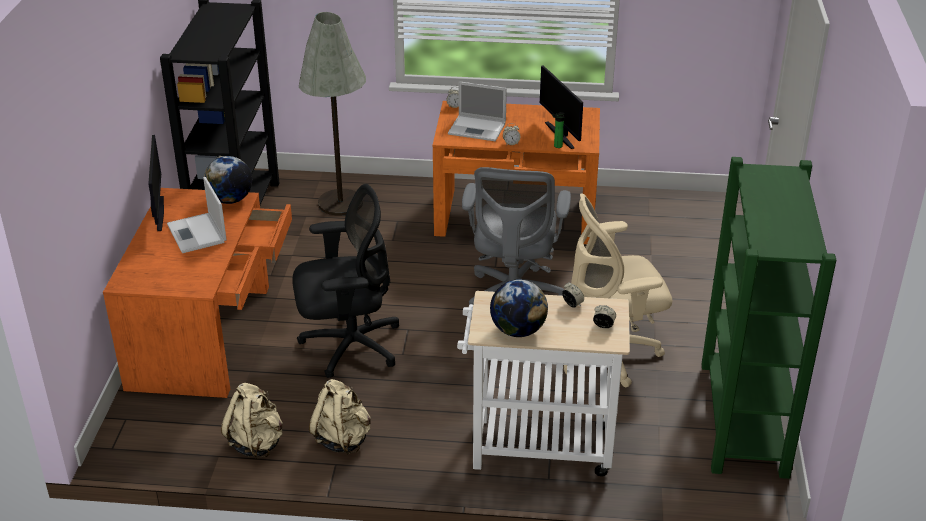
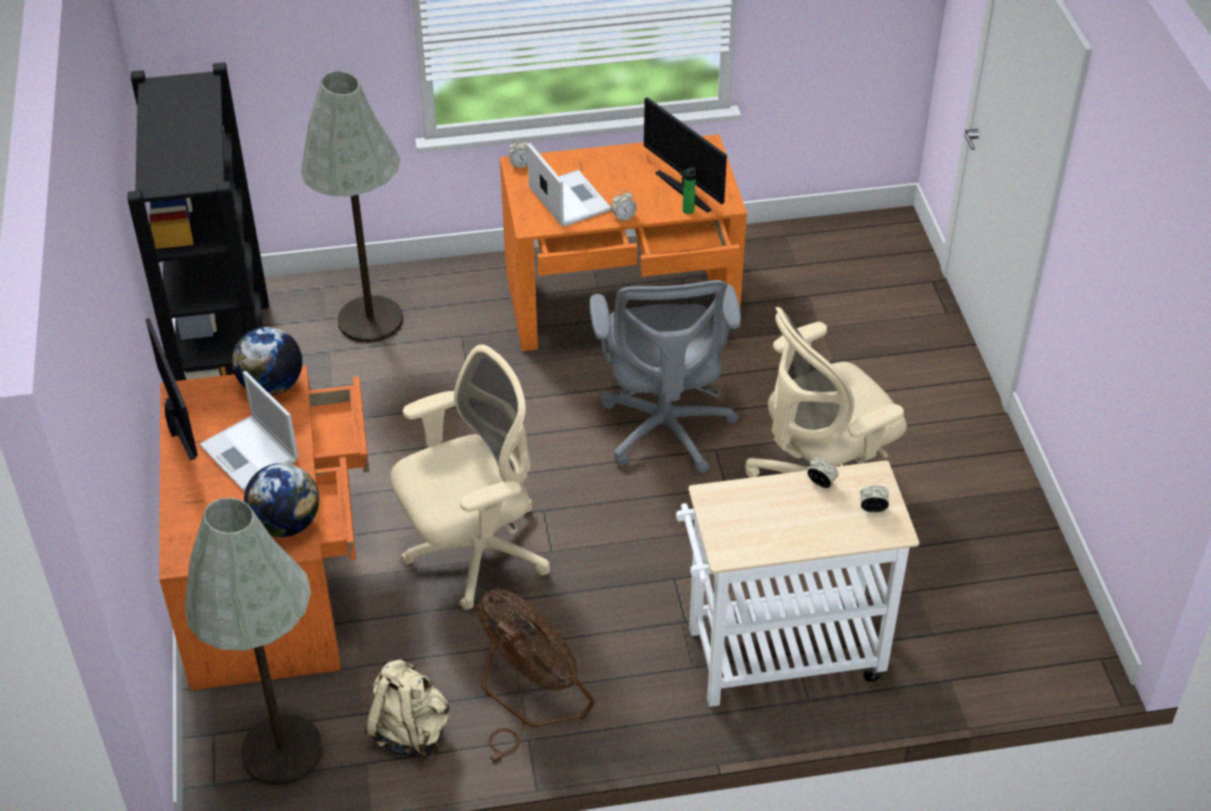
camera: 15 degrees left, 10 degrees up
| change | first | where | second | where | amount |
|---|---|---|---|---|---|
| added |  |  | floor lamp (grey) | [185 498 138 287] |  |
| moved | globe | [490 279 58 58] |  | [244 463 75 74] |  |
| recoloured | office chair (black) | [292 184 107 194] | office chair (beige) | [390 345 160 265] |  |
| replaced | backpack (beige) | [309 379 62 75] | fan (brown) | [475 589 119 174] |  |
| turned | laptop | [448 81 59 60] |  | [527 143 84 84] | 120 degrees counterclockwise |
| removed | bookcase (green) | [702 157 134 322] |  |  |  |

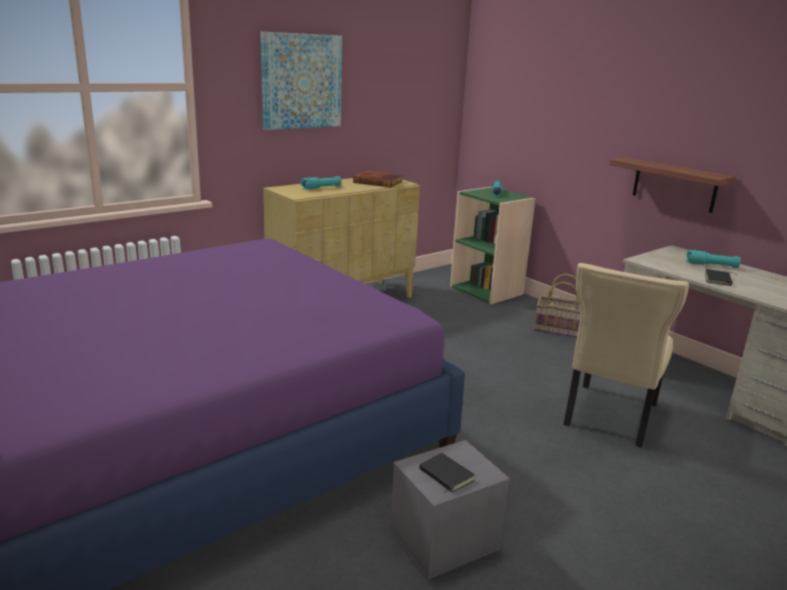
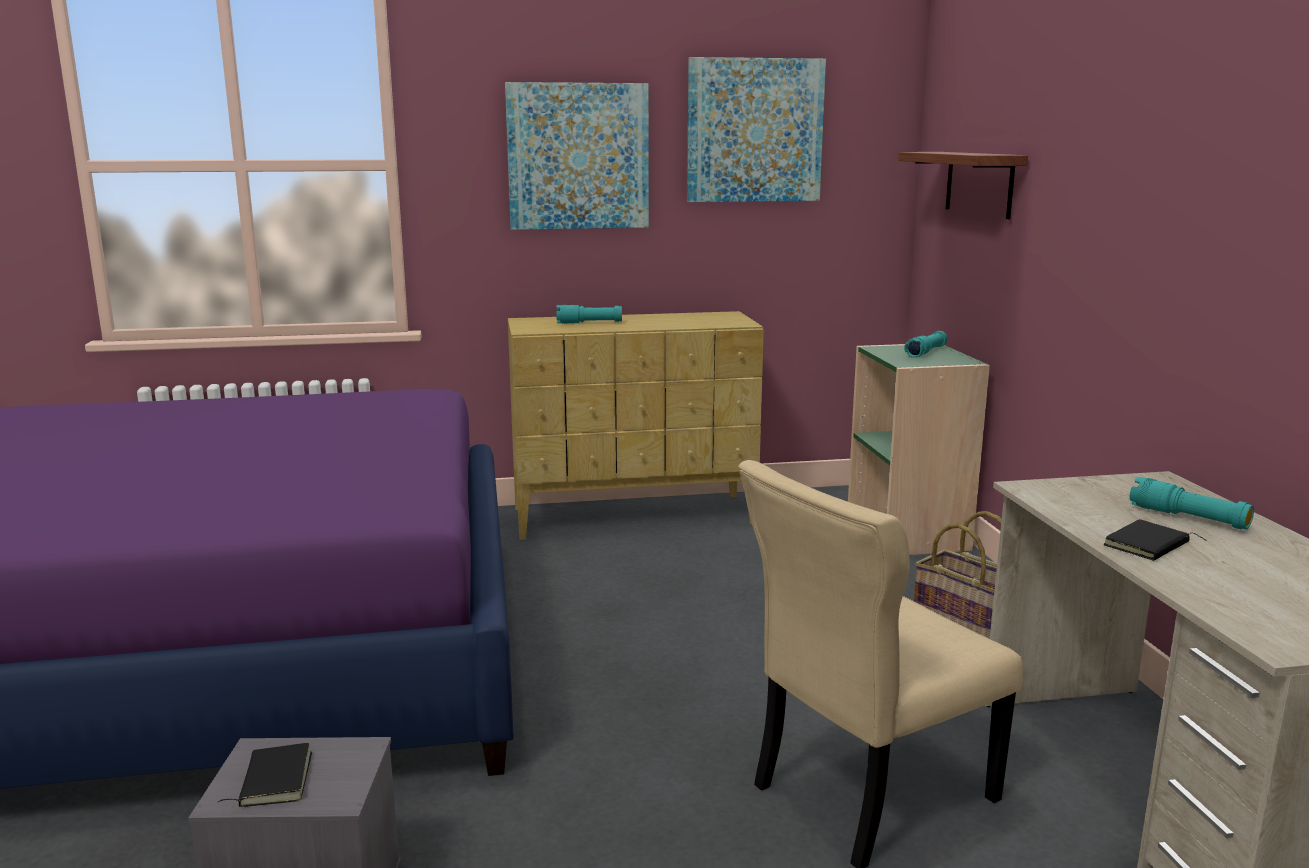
camera: 30 degrees right, 5 degrees down
| change | first | where | second | where | amount |
|---|---|---|---|---|---|
| added |  |  | picture | [687 57 139 145] |  |
| moved | shelf | [609 157 127 56] |  | [898 152 130 67] |  |
| removed | book | [353 171 50 17] |  |  |  |

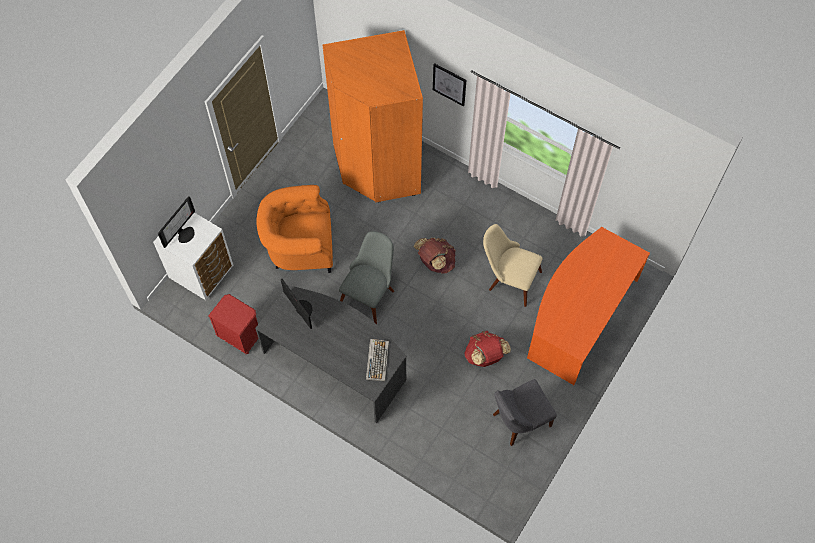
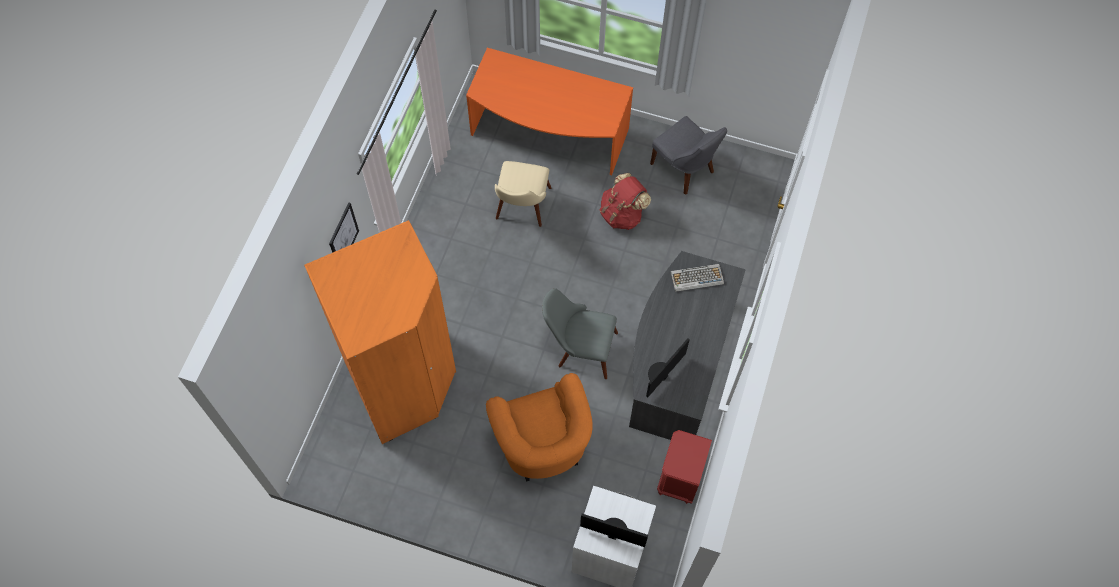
camera: 105 degrees left, 0 degrees up
| change | first | where | second | where | amount |
|---|---|---|---|---|---|
| removed | backpack (brown) | [413 238 43 36] |  |  |  |

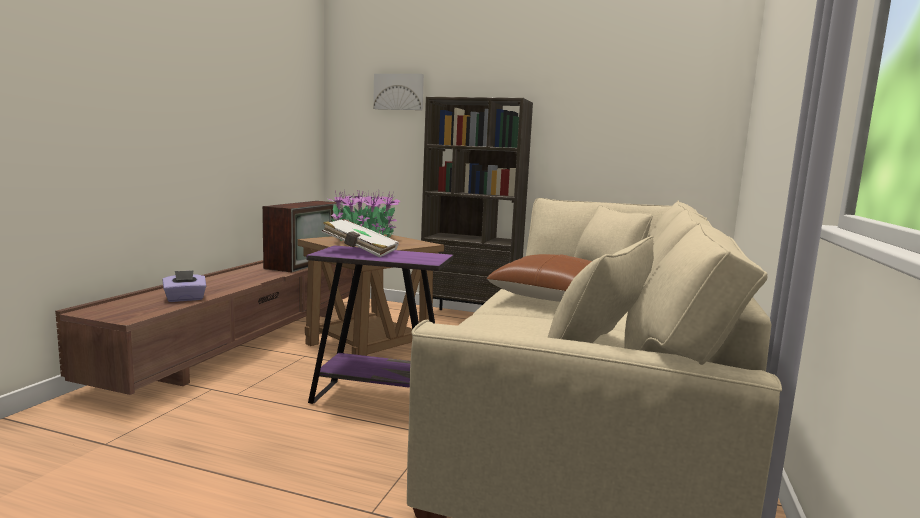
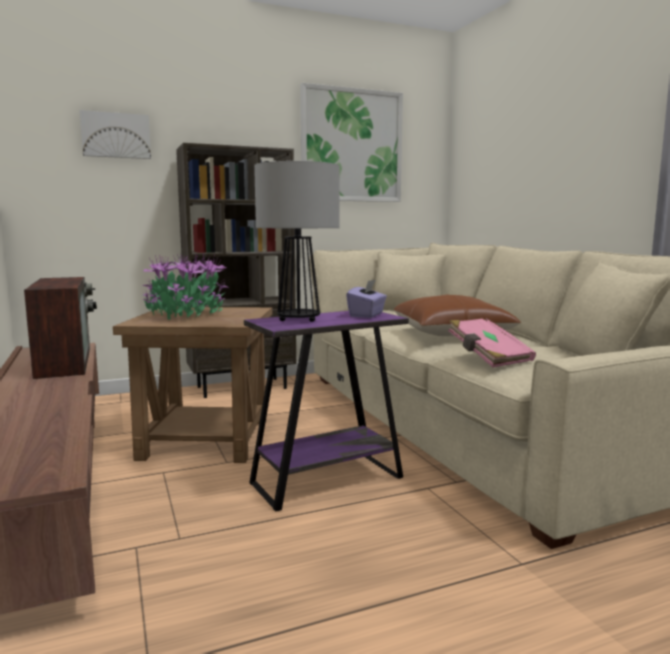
camera: 40 degrees left, 0 degrees up
| change | first | where | second | where | amount |
|---|---|---|---|---|---|
| replaced | book (white) | [322 219 77 38] | table lamp | [254 161 86 161] |  |
| added |  |  | picture | [300 83 103 119] |  |
| moved | tissue box (purple) | [163 270 43 32] |  | [346 279 41 39] |  |
| added |  |  | book (pink) | [448 318 88 49] |  |

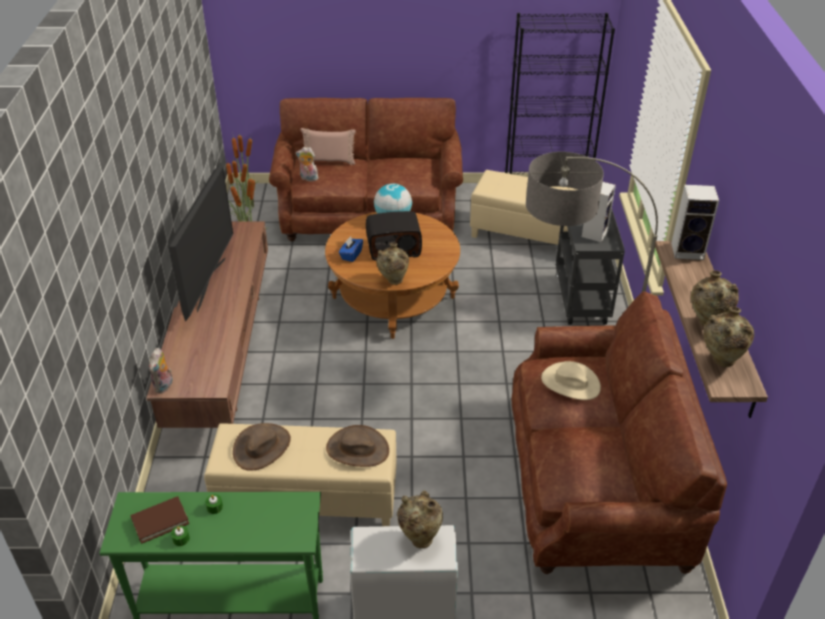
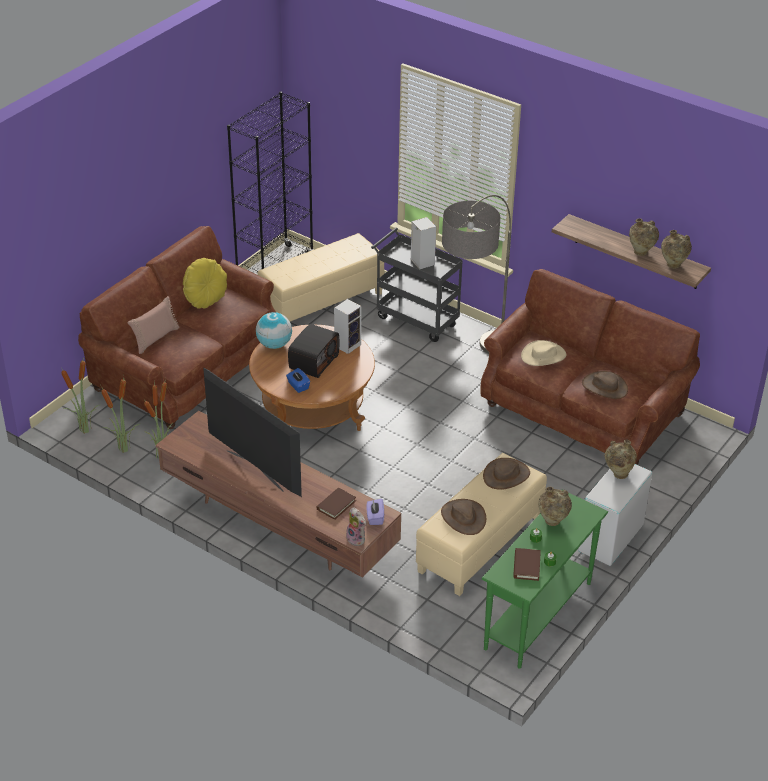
camera: 55 degrees left, 0 degrees up
| change | first | where | second | where | amount |
|---|---|---|---|---|---|
| added |  |  | pillow (yellow) | [183 258 44 51] |  |
| added |  |  | book (brown) | [316 488 40 32] |  |
| moved | speaker | [671 185 48 75] |  | [334 299 27 55] |  |
| added |  |  | tissue box (purple) | [367 499 17 26] |  |
| moved | vase (beige) | [376 242 33 43] |  | [538 487 34 39] |  |
| added |  |  | hat (brown) | [582 371 46 28] |  |
| removed | plush toy | [296 147 23 35] |  |  |  |

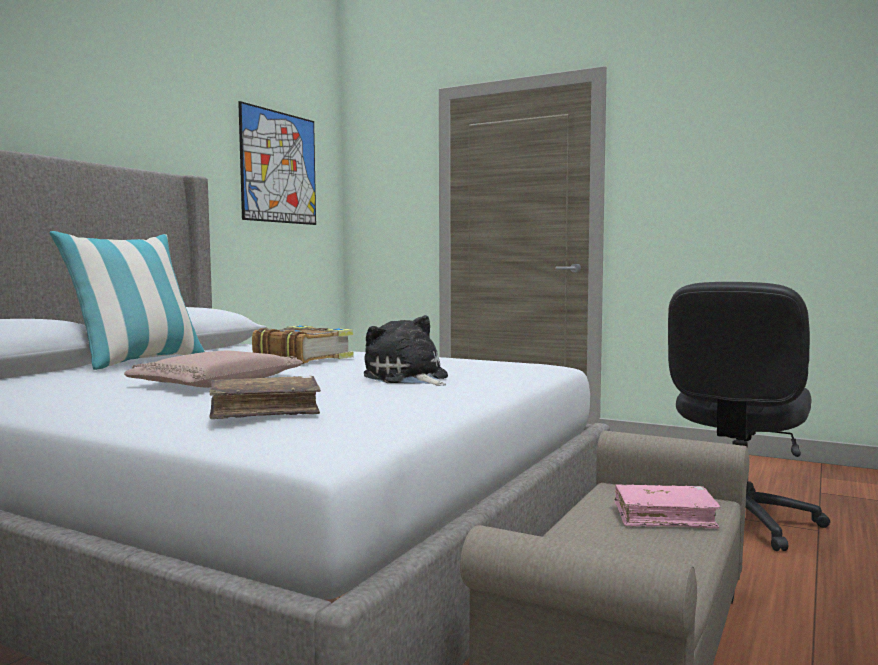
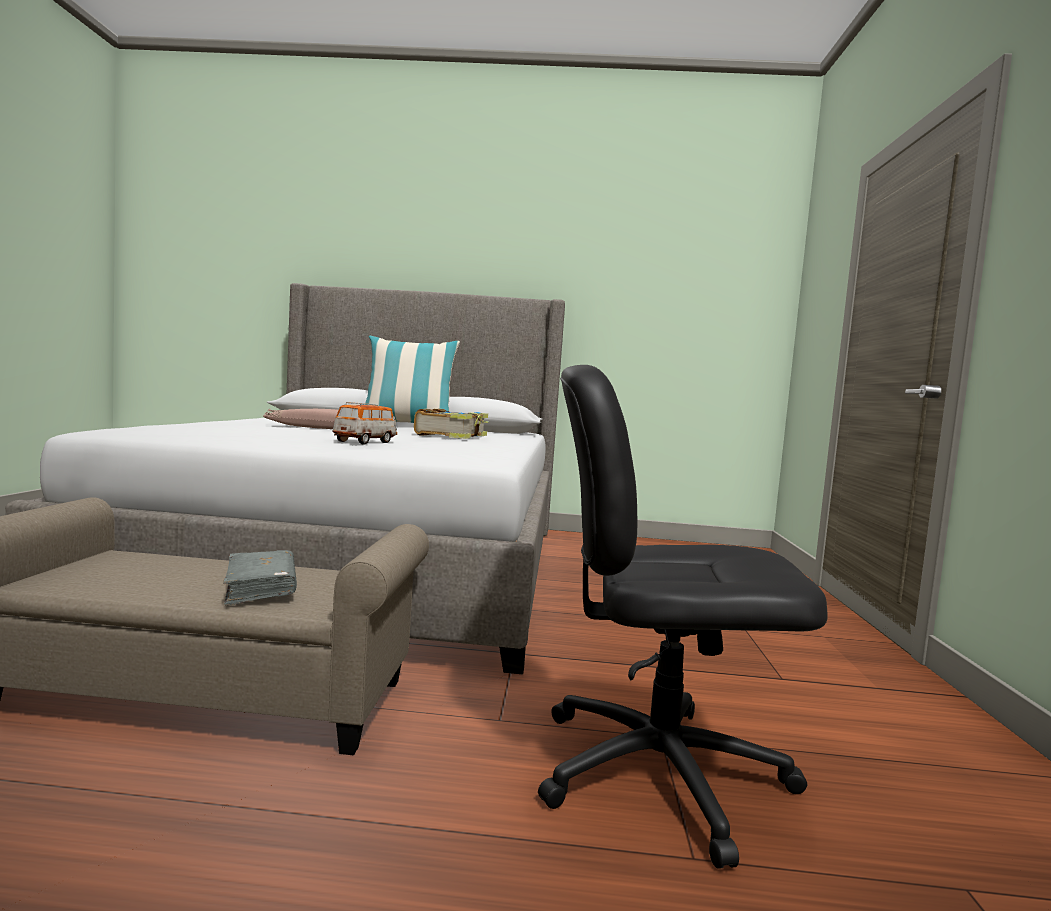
camera: 65 degrees right, 0 degrees up
| change | first | where | second | where | amount |
|---|---|---|---|---|---|
| recoloured | book (pink) | [614 484 107 45] | book (grey) | [224 550 73 56] |  |
| replaced | plush toy | [364 315 84 71] | toy car | [332 402 65 43] |  |
| removed | book (brown) | [209 376 112 43] |  |  |  |
| removed | picture | [238 101 78 124] |  |  |  |

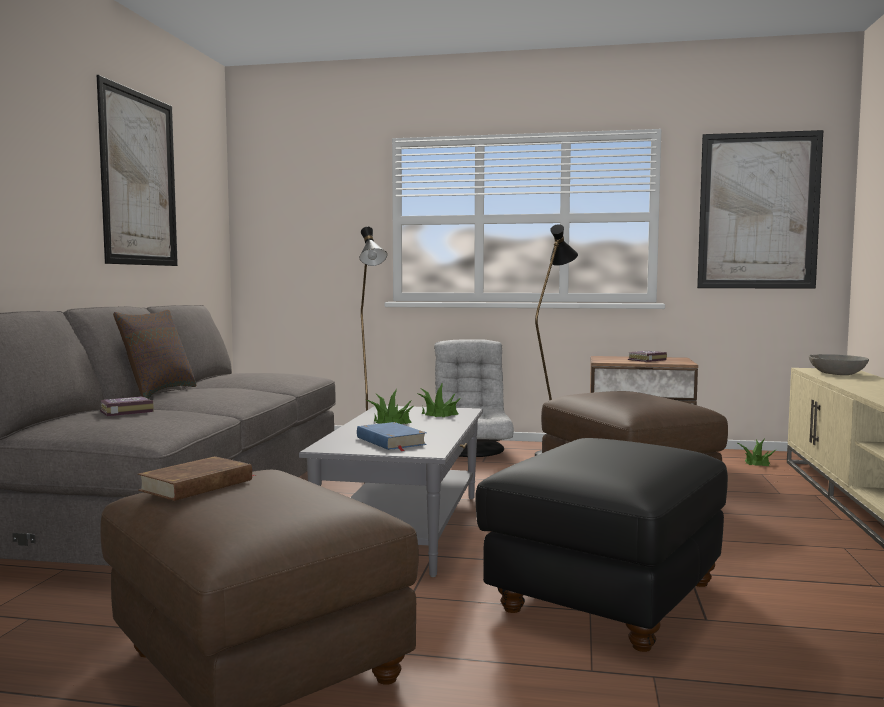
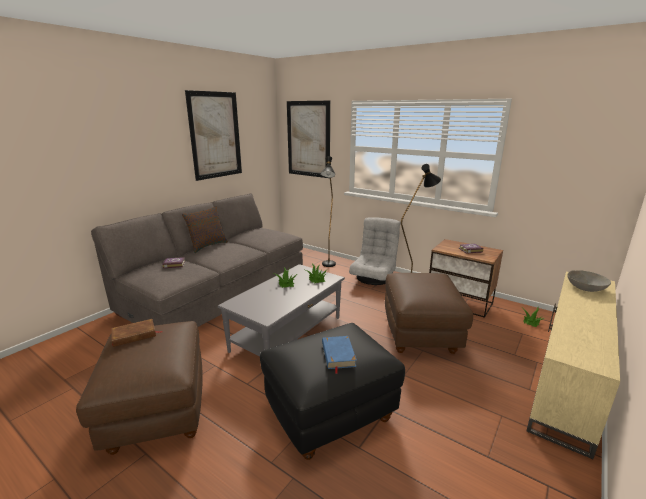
camera: 25 degrees right, 15 degrees up
| change | first | where | second | where | amount |
|---|---|---|---|---|---|
| moved | picture | [697 130 126 158] |  | [287 101 43 77] |  |
| moved | book (blue) | [357 422 70 29] |  | [322 336 35 38] |  |

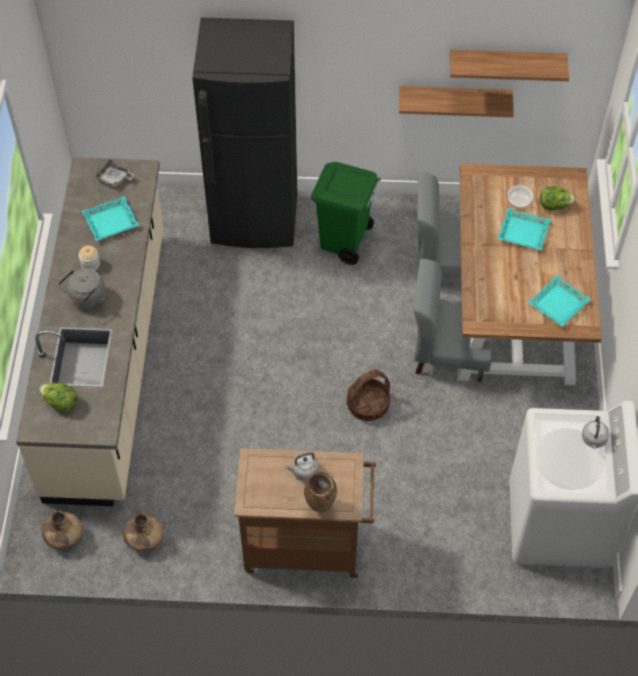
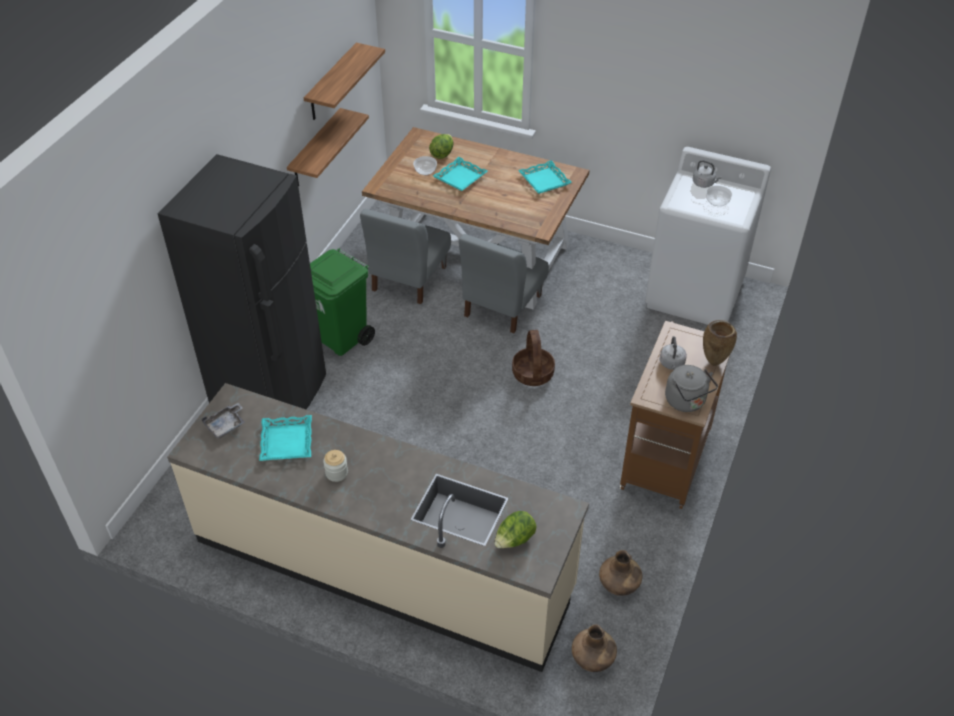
camera: 70 degrees left, 10 degrees down
| change | first | where | second | where | amount |
|---|---|---|---|---|---|
| moved | kettle (grey) | [58 268 48 42] |  | [665 365 53 47] |  |
| added |  |  | bowl | [706 186 26 20] |  |

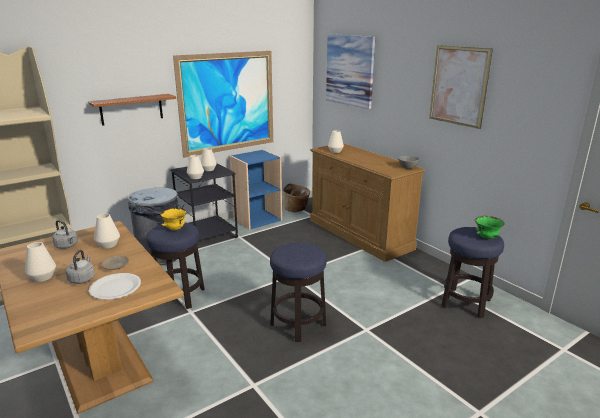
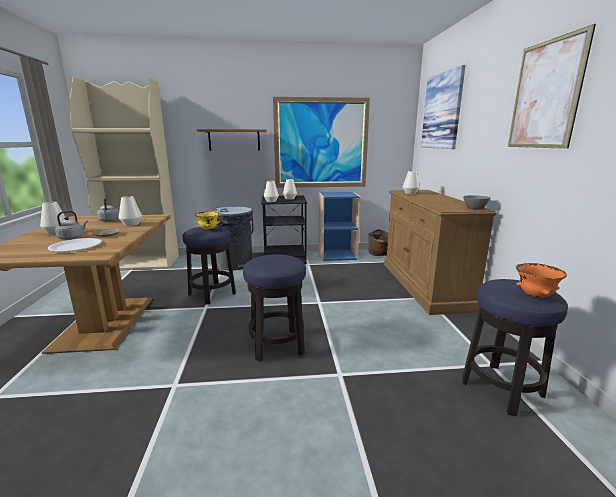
camera: 30 degrees right, 5 degrees down
| change | first | where | second | where | amount |
|---|---|---|---|---|---|
| recoloured | bowl (green) | [475 216 30 23] | bowl (orange) | [516 263 51 35] |  |

